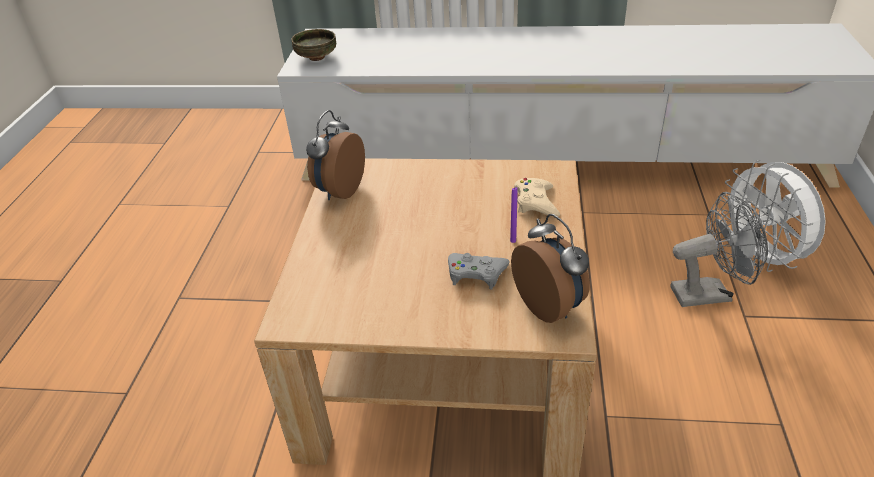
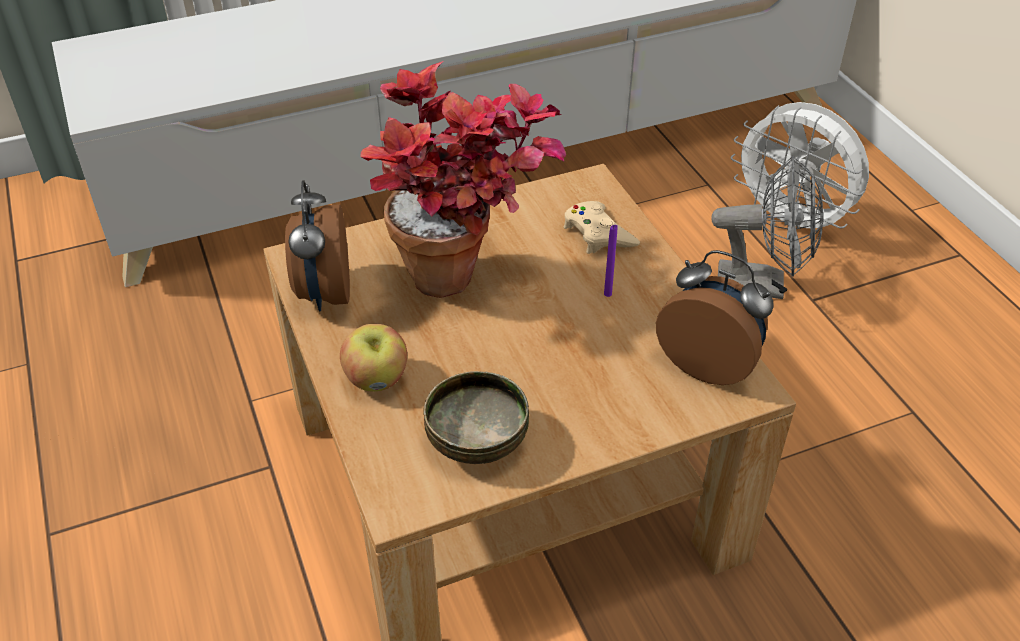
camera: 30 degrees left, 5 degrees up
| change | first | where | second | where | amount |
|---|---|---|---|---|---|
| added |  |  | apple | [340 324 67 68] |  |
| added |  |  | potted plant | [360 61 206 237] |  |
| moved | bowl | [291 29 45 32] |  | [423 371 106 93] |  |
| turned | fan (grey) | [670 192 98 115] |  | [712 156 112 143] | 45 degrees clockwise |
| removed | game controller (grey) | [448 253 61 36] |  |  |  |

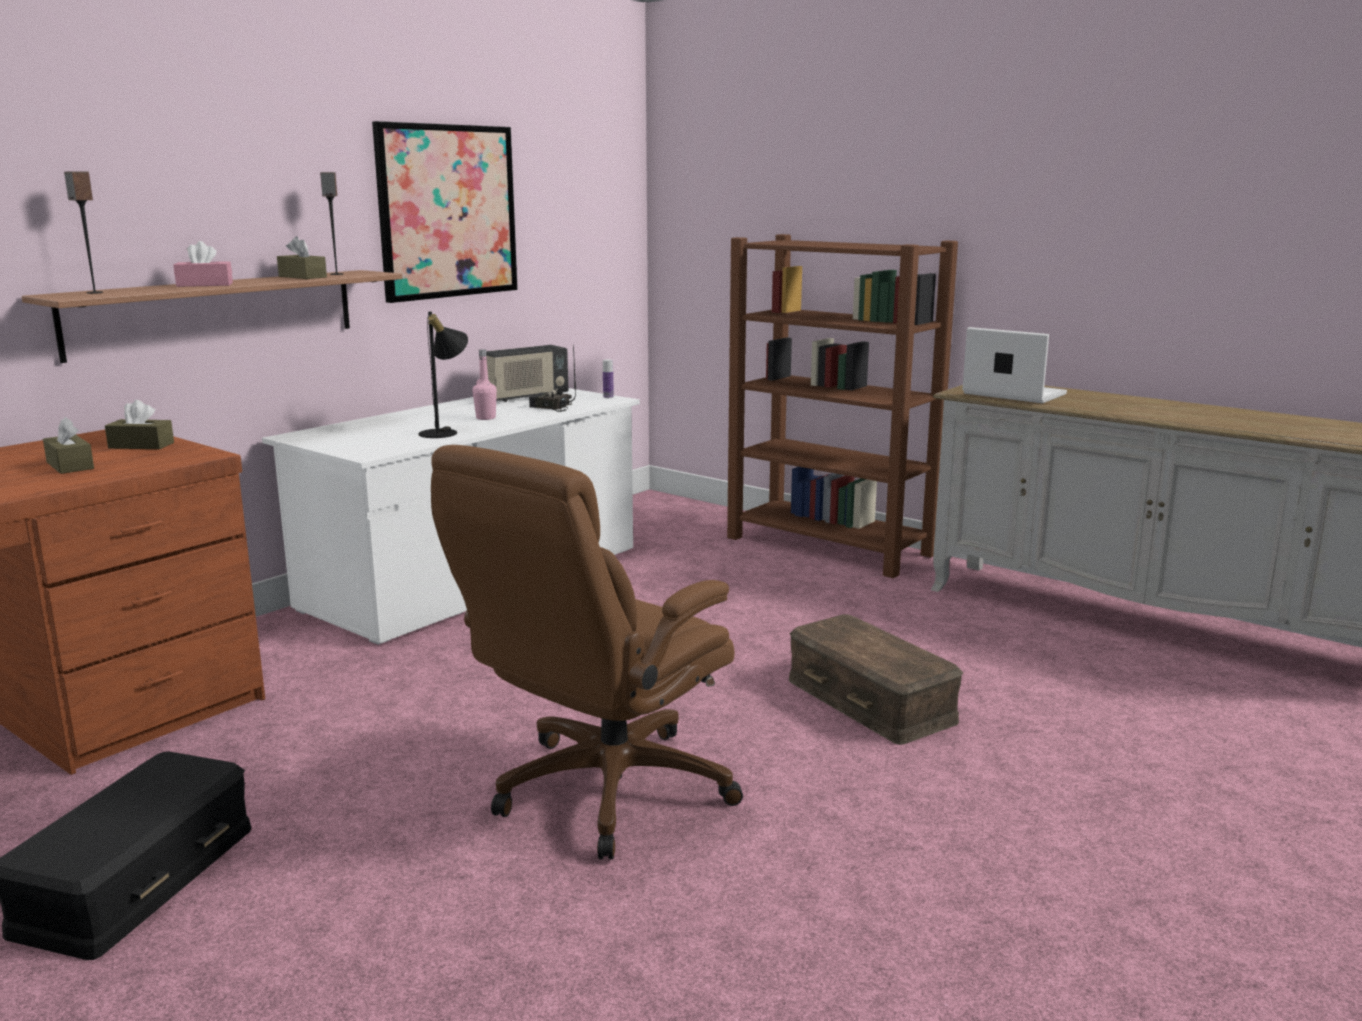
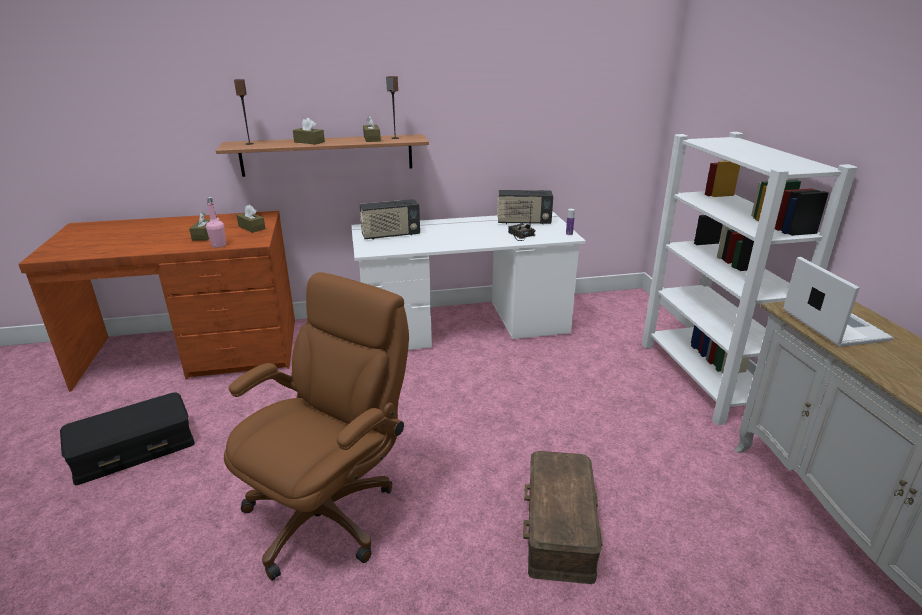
camera: 40 degrees right, 10 degrees up
| change | first | where | second | where | amount |
|---|---|---|---|---|---|
| moved | bottle (pink) | [473 350 24 70] |  | [206 197 20 51] |  |
| turned | office chair (brown) | [431 445 312 415] |  | [224 272 185 309] | 135 degrees clockwise |
| recoloured | tissue box (pink) | [173 241 60 46] | tissue box (brown) | [293 118 32 27] |  |
| added |  |  | radio | [360 199 60 41] |  |
| recoloured | bookcase (brown) | [727 234 231 344] | bookcase (white) | [642 132 215 293] |  |
| removed | picture | [372 121 146 182] |  |  |  |
| removed | table lamp (black) | [418 311 50 127] |  |  |  |

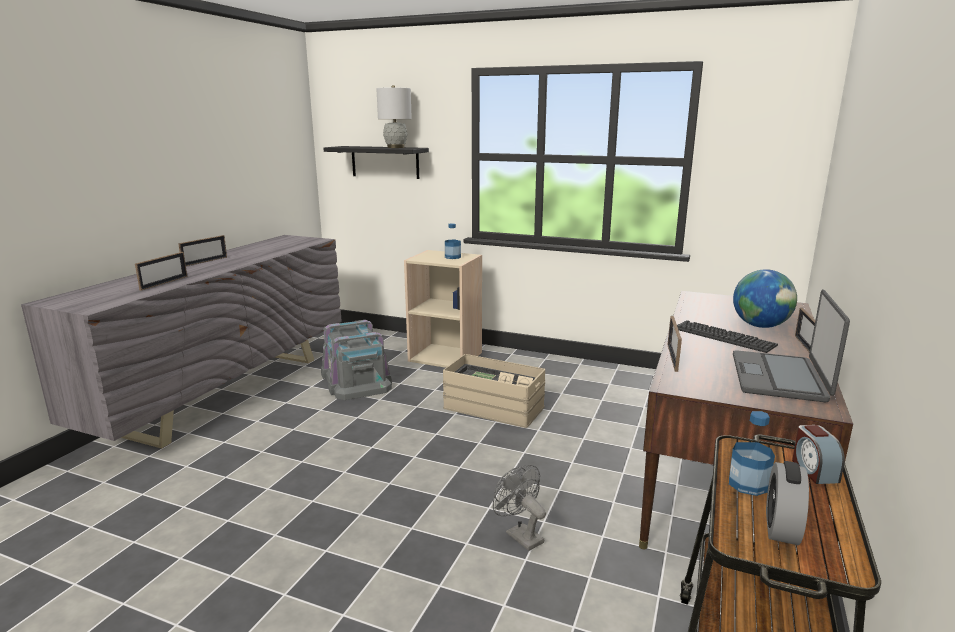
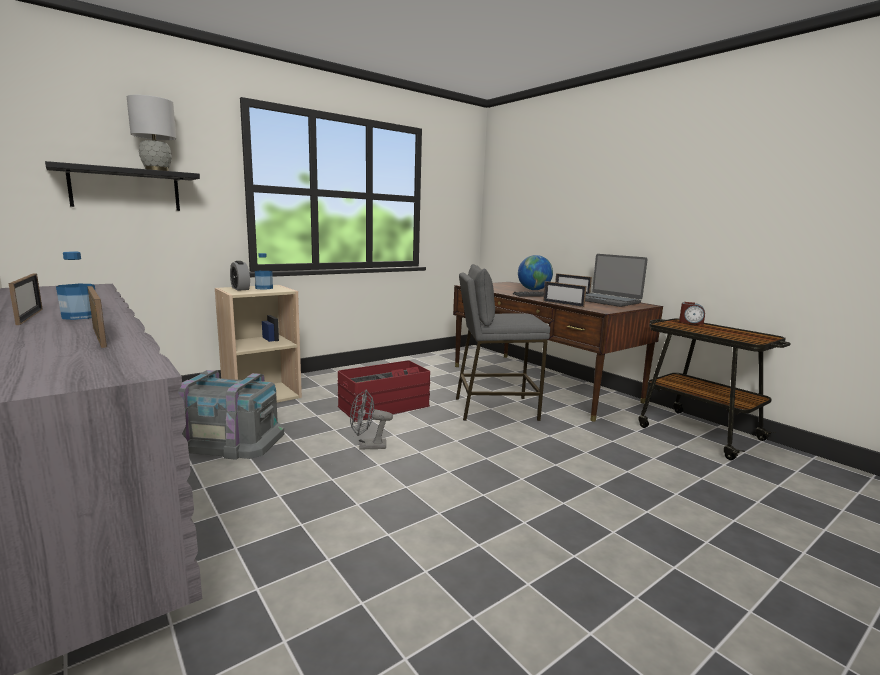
camera: 60 degrees left, 5 degrees down
| change | first | where | second | where | amount |
|---|---|---|---|---|---|
| moved | bottle | [729 411 46 85] |  | [56 252 39 68] |  |
| moved | alarm clock | [766 461 43 84] |  | [230 261 20 30] |  |
| recoloured | storage box (beige) | [443 354 102 74] | storage box (red) | [338 360 92 62] |  |
| moved | fan (grey) | [493 465 53 86] |  | [350 390 43 60] |  |
| added |  |  | stool (grey) | [456 264 94 157] |  |

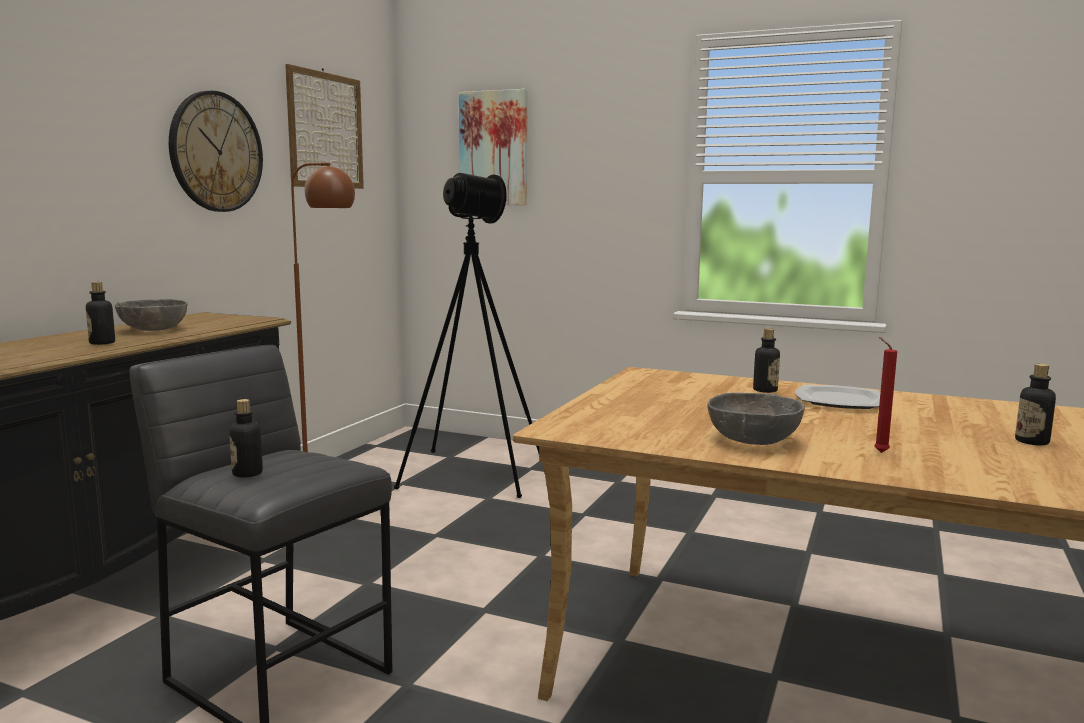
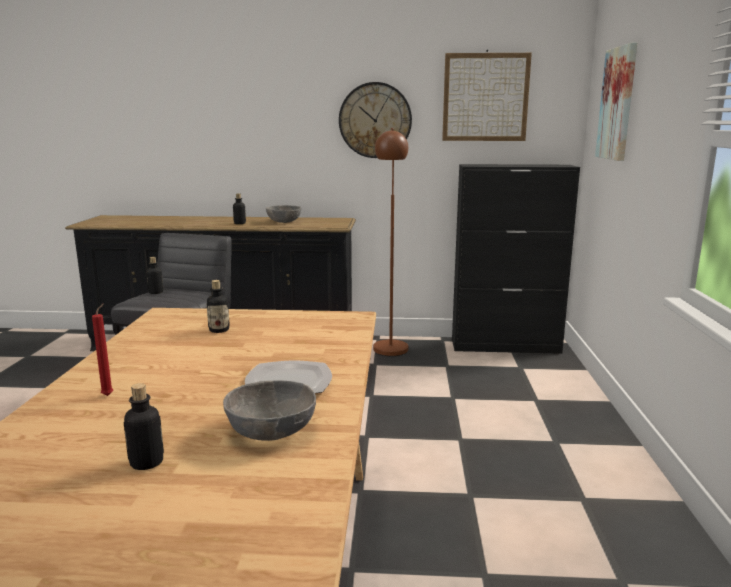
camera: 70 degrees right, 5 degrees up
| change | first | where | second | where | amount |
|---|---|---|---|---|---|
| moved | bottle | [753 328 27 65] |  | [206 280 24 53] |  |
| moved | bowl (grey) | [707 392 98 53] |  | [223 380 93 61] |  |
| added |  |  | cabinet (black) | [452 164 128 190] |  |
| removed | floor lamp (black) | [394 173 145 325] |  |  |  |

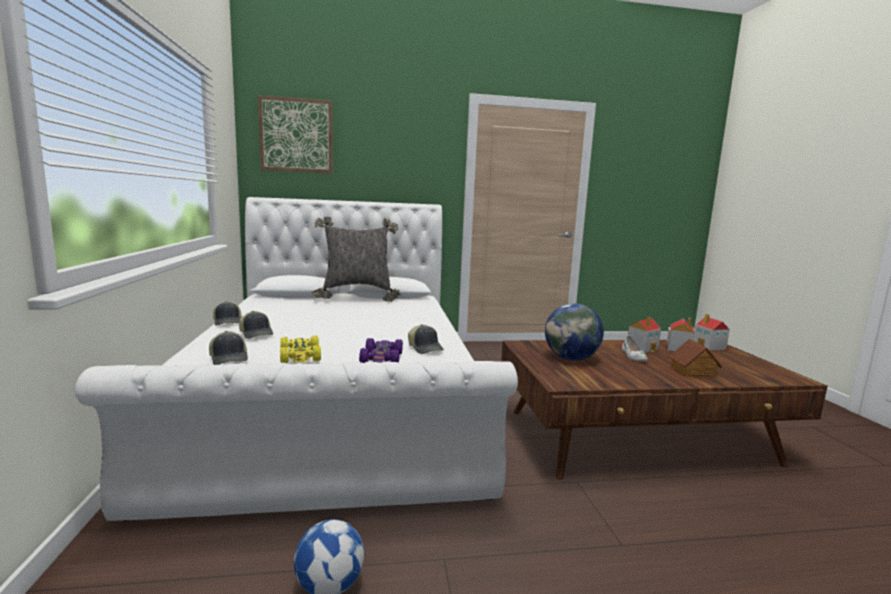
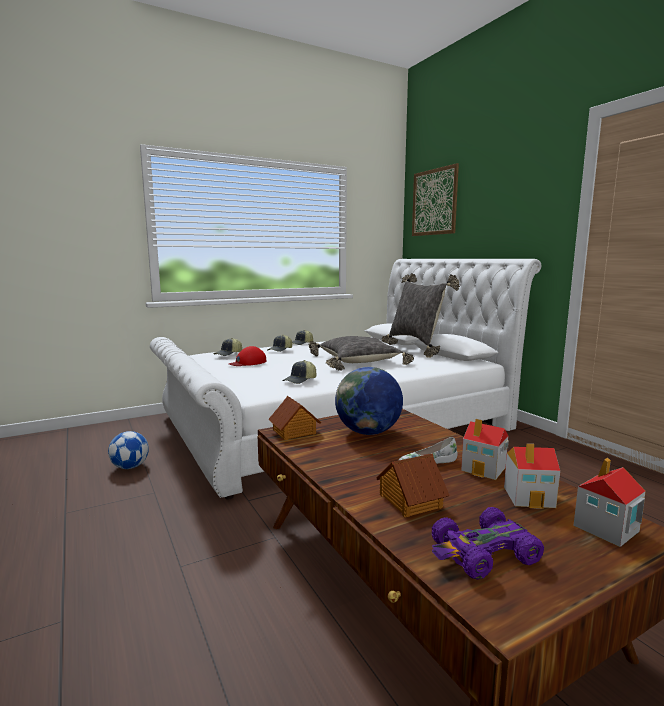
camera: 70 degrees right, 0 degrees up
| change | first | where | second | where | amount |
|---|---|---|---|---|---|
| replaced | toy car (yellow) | [280 335 41 28] | cap (red) | [229 346 38 20] |  |
| added |  |  | toy house | [268 396 53 44] |  |
| added |  |  | pillow | [308 336 106 35] |  |
| moved | toy car (purple) | [359 338 44 25] |  | [432 507 112 73] |  |

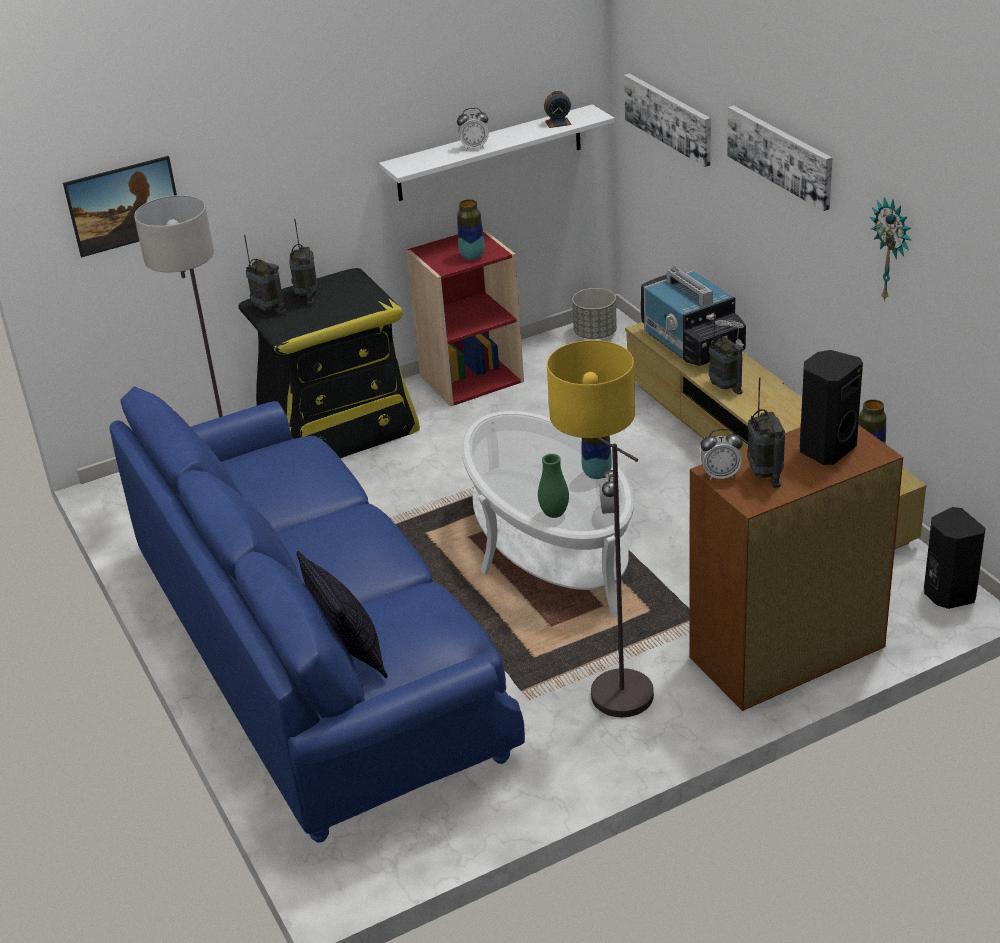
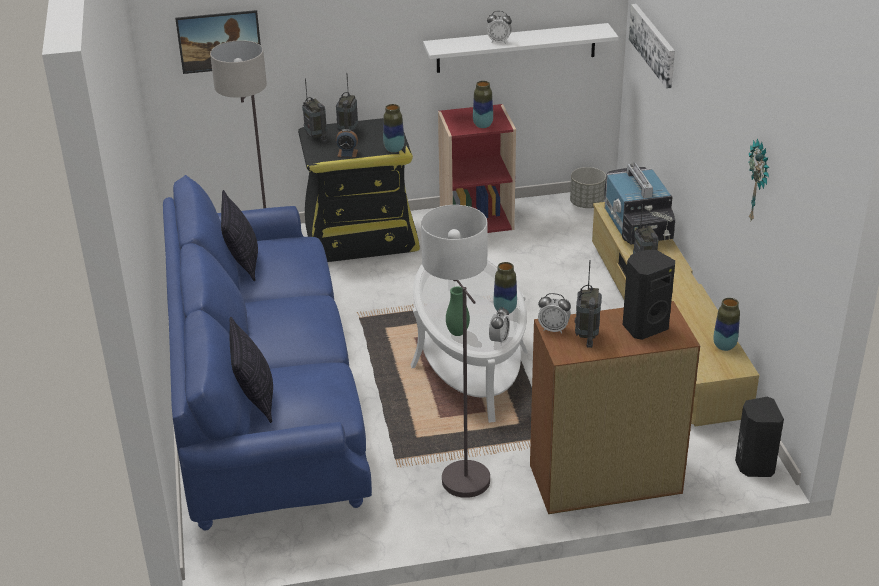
camera: 15 degrees right, 0 degrees up
| change | first | where | second | where | amount |
|---|---|---|---|---|---|
| added |  |  | pillow | [221 190 37 91] |  |
| moved | alarm clock | [544 91 28 37] |  | [336 129 22 28] |  |
| added |  |  | vase | [383 104 21 49] |  |
| recoloured | floor lamp (yellow) | [547 340 107 377] | floor lamp (white) | [421 205 69 293] |  |
| removed | picture | [727 106 105 105] |  |  |  |

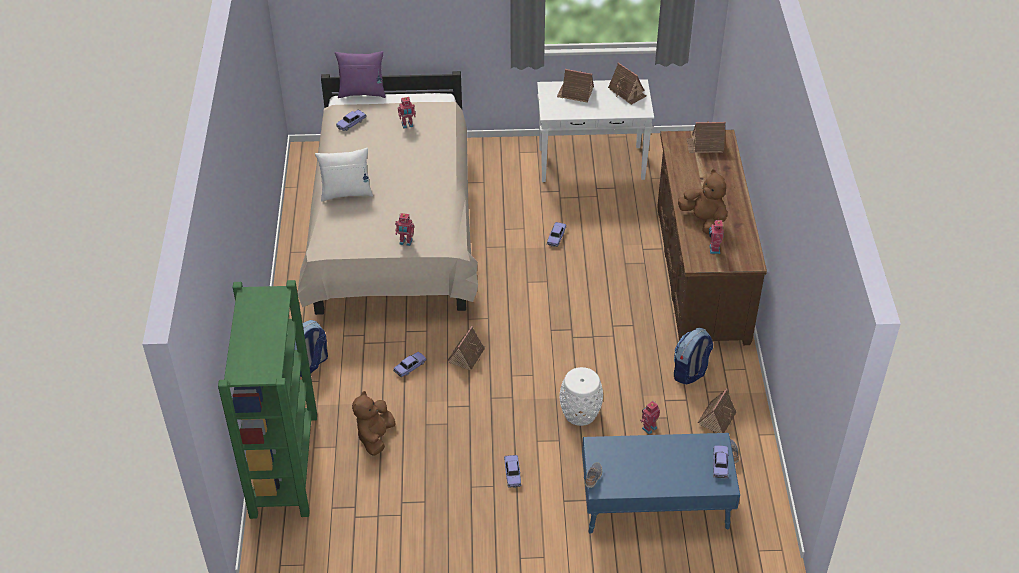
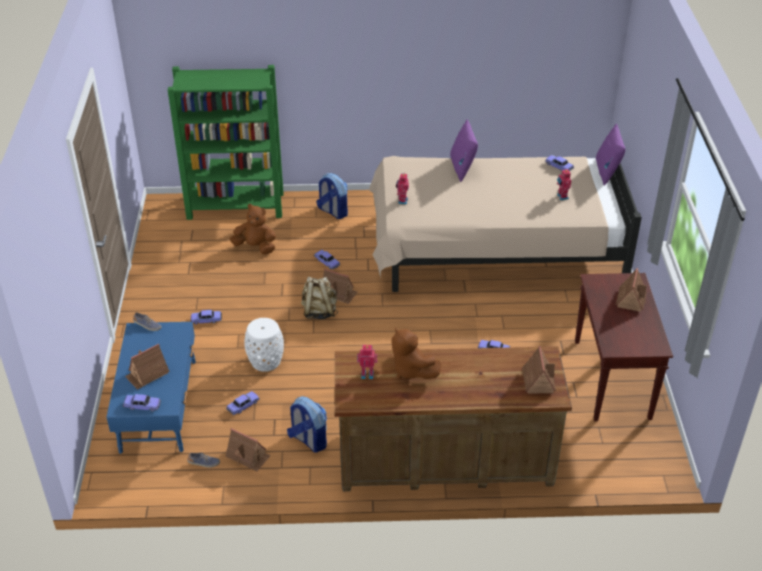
camera: 90 degrees right, 5 degrees down
| change | first | where | second | where | amount |
|---|---|---|---|---|---|
| moved | toy house | [608 62 38 43] |  | [125 344 45 46] |  |
| replaced | toy robot | [640 401 20 34] | toy car | [226 391 34 24] |  |
| added |  |  | backpack (beige) | [301 276 37 43] |  |
| turned | plush toy (brown) | [678 169 49 66] |  | [392 328 49 51] | 90 degrees clockwise |
| recoloured | pillow (white) | [315 148 58 54] | pillow (purple) | [450 119 28 63] |  |
| recoloured | console table (white) | [537 79 117 103] | console table (brown) | [575 273 98 148] |  |

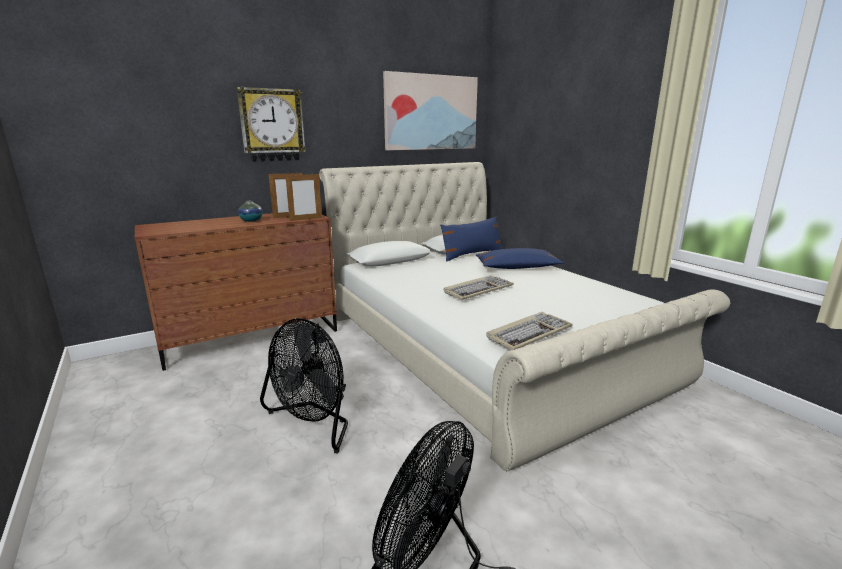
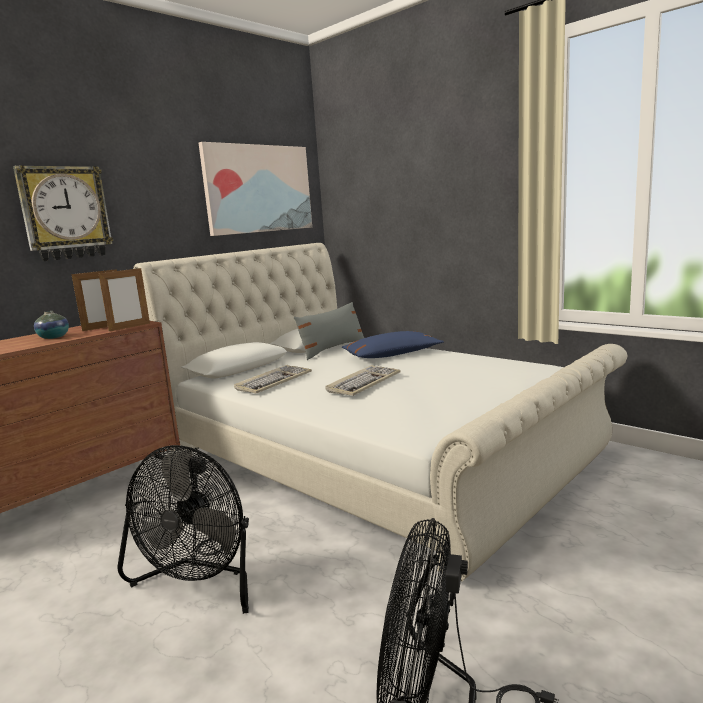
camera: 15 degrees left, 5 degrees down
| change | first | where | second | where | amount |
|---|---|---|---|---|---|
| moved | keyboard | [486 312 87 38] |  | [234 365 78 28] |  |
| recoloured | pillow (blue) | [440 217 62 45] | pillow (grey) | [294 302 70 58] |  |

